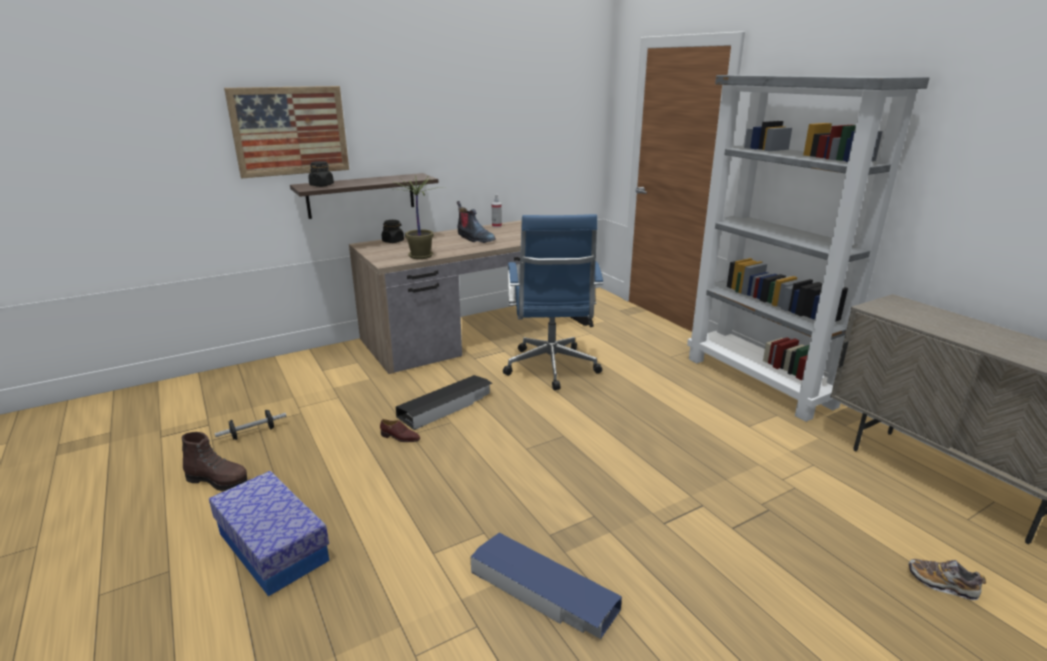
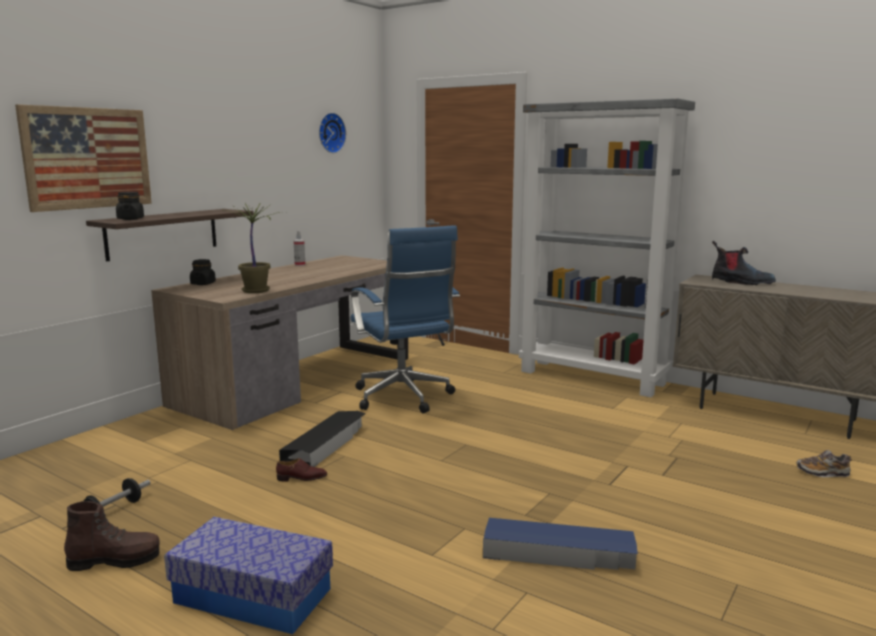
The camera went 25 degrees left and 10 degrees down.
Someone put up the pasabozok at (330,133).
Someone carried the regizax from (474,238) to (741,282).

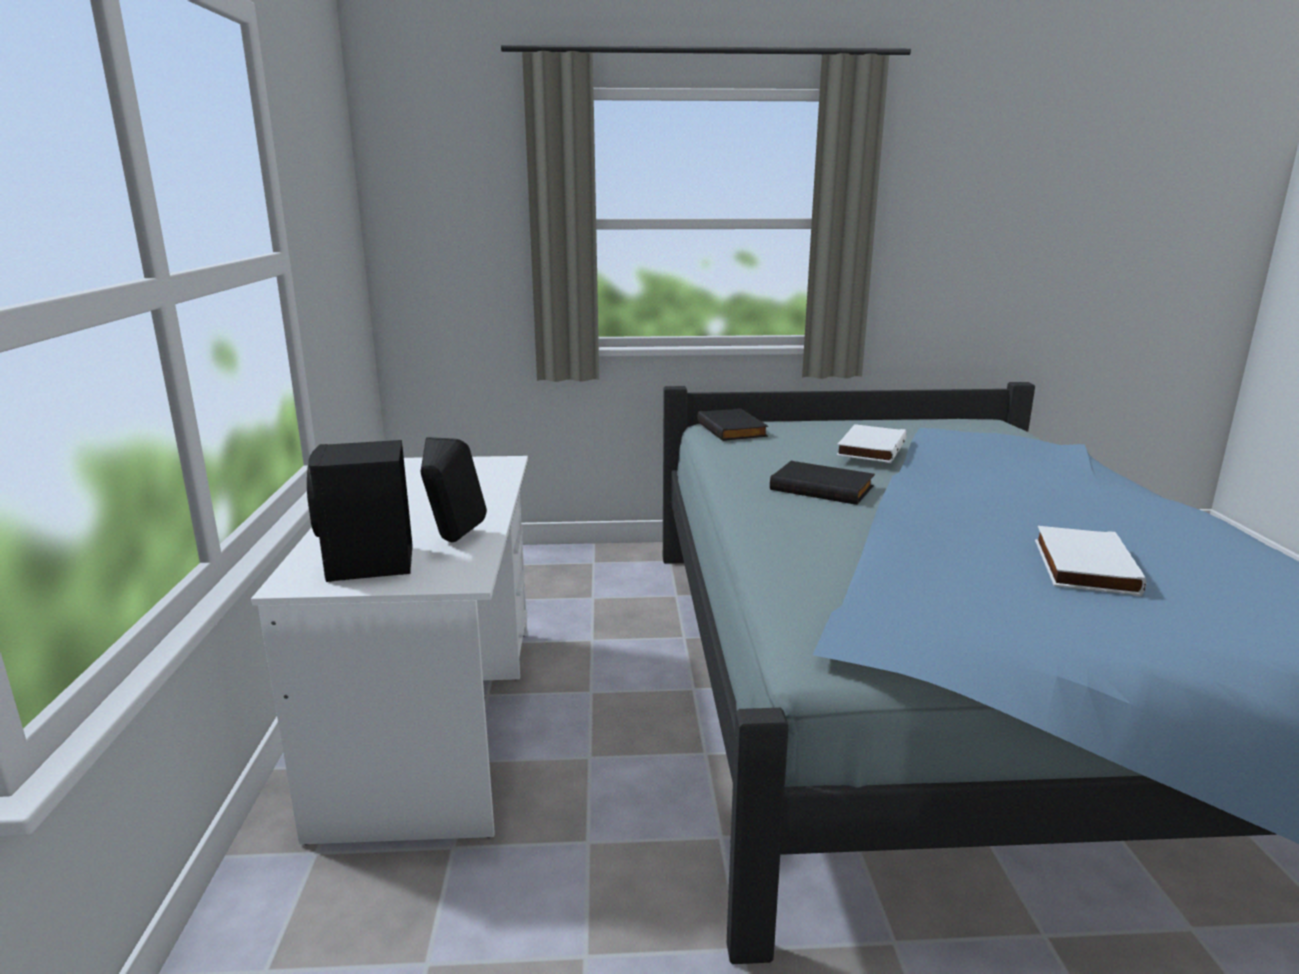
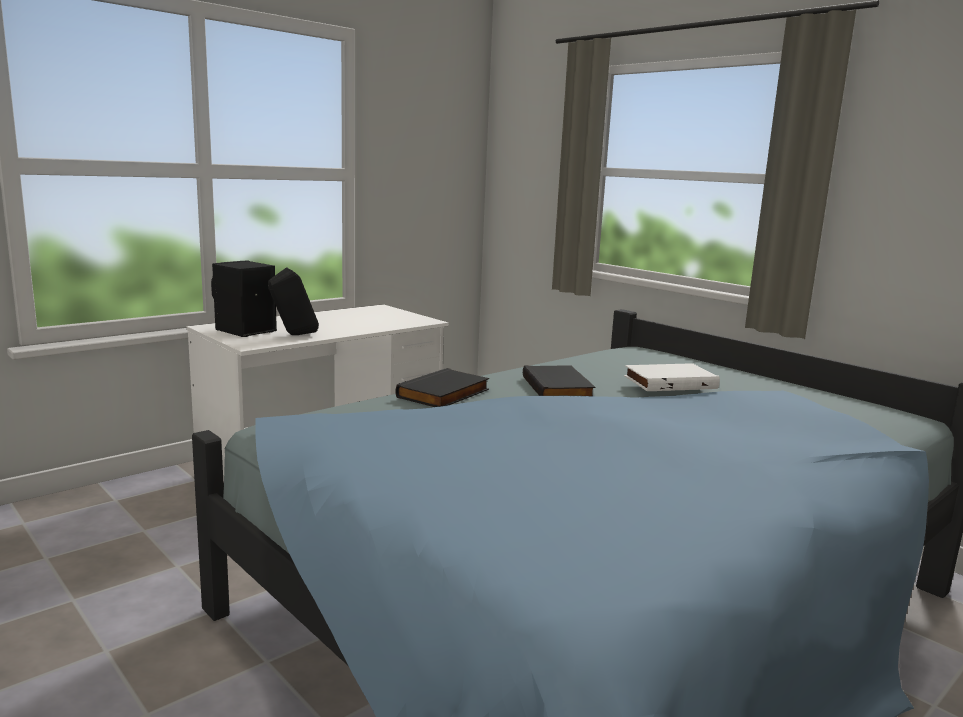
The camera went 50 degrees right and 5 degrees down.
Someone took away the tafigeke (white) at (1081,566).
Someone carried the tafigeke (black) from (733,429) to (444,394).

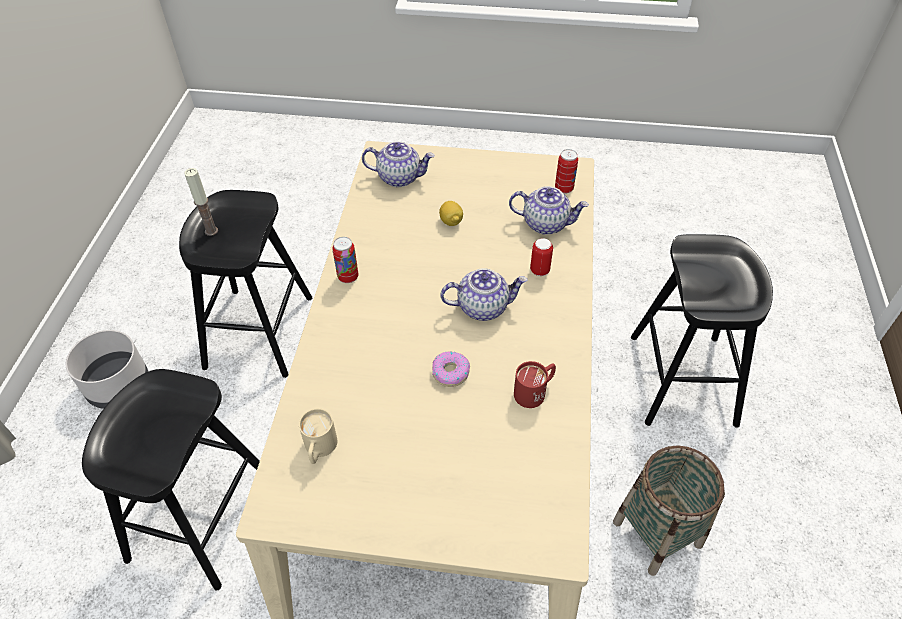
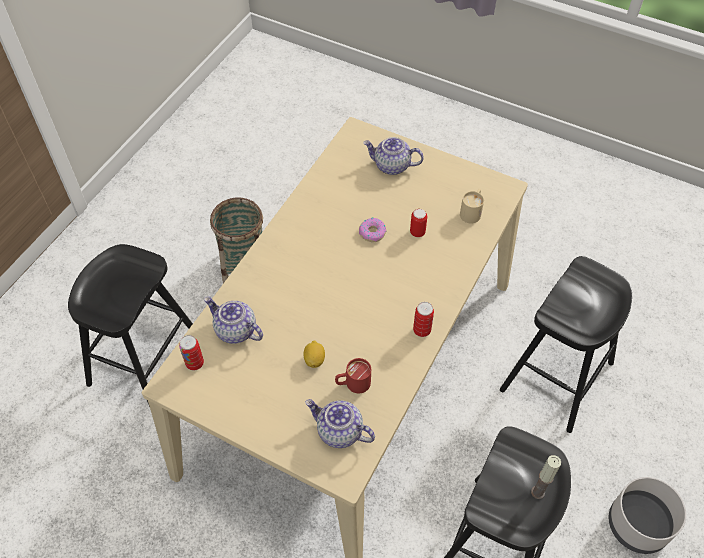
The camera went 160 degrees left and 5 degrees up.
Someone carried the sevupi from (483,306) to (391,166).
Someone carried the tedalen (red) from (535,391) to (353,384).
Someone carried the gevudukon from (539,270) to (417,232).

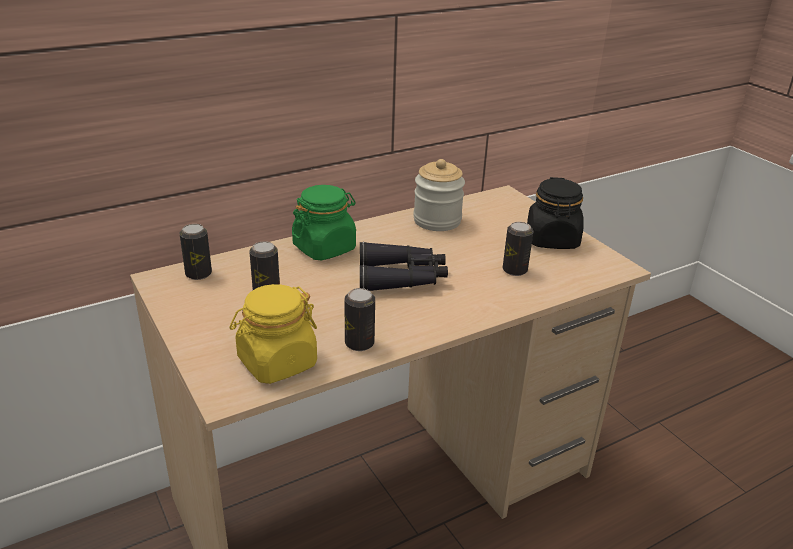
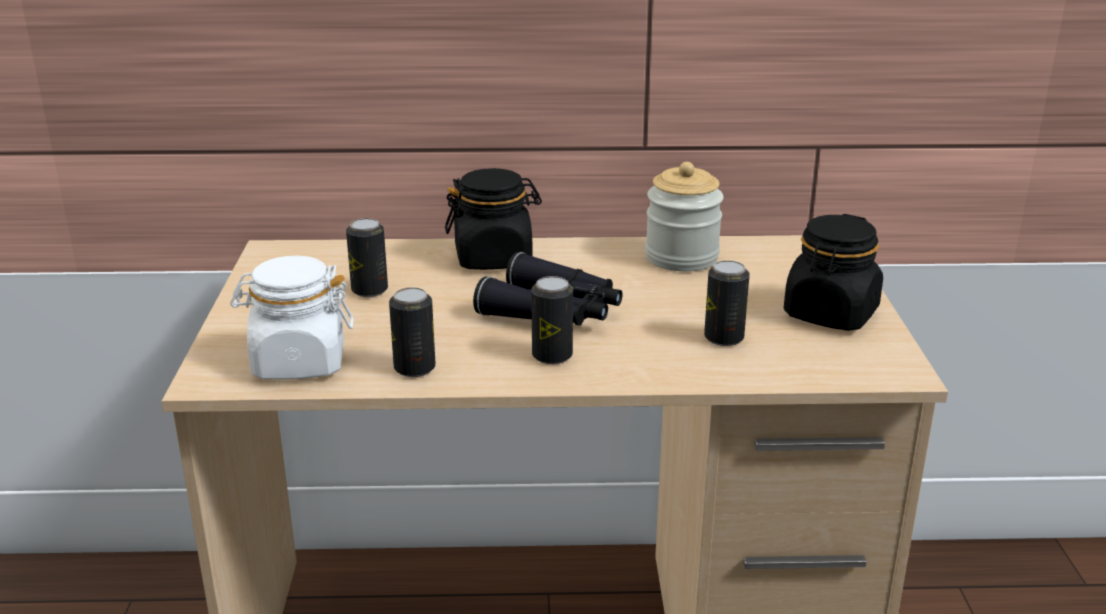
The camera went 30 degrees right and 5 degrees down.
Someone carried the gevudukon from (198,274) to (552,356).
Someone repainted the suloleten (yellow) at (277,362), which became the suloleten (white) at (298,363).
Someone repainted the suloleten (green) at (324,248), which became the suloleten (black) at (494,258).

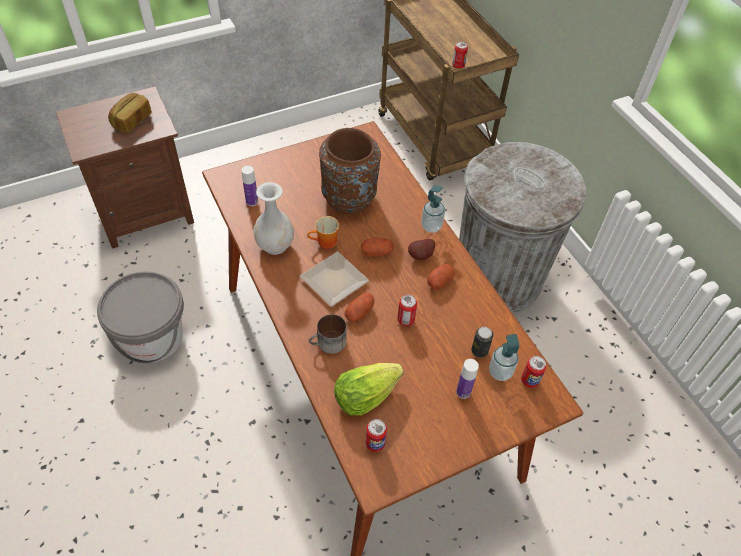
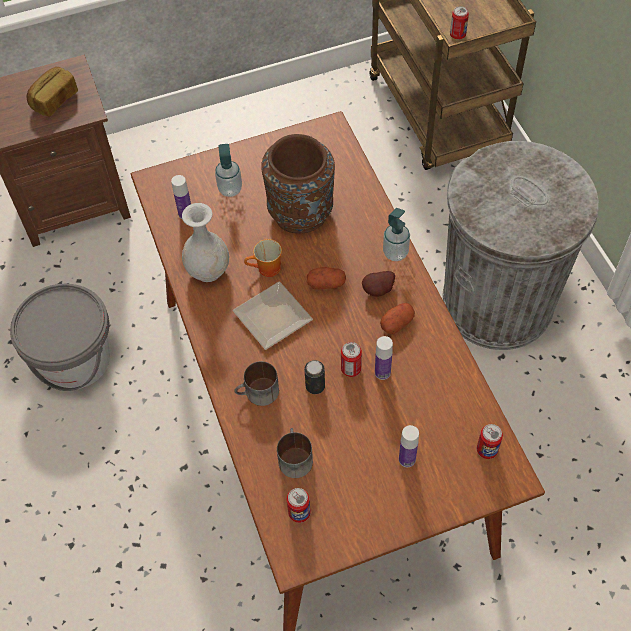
The camera went 10 degrees right and 5 degrees up.
Someone took away the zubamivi at (359,312).
Someone put down the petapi at (382,372).
Someone carried the gevudukon from (479,351) to (315,386).
Someone carried the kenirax from (500,372) to (230,189).
Someone swapped the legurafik at (364,396) for the tedalen at (293,458).

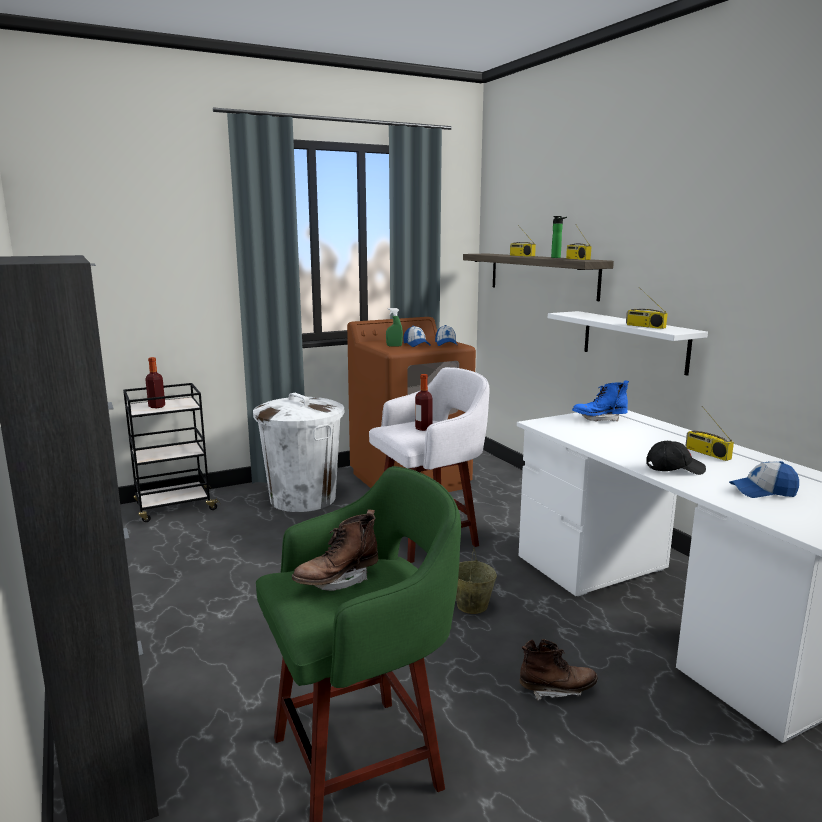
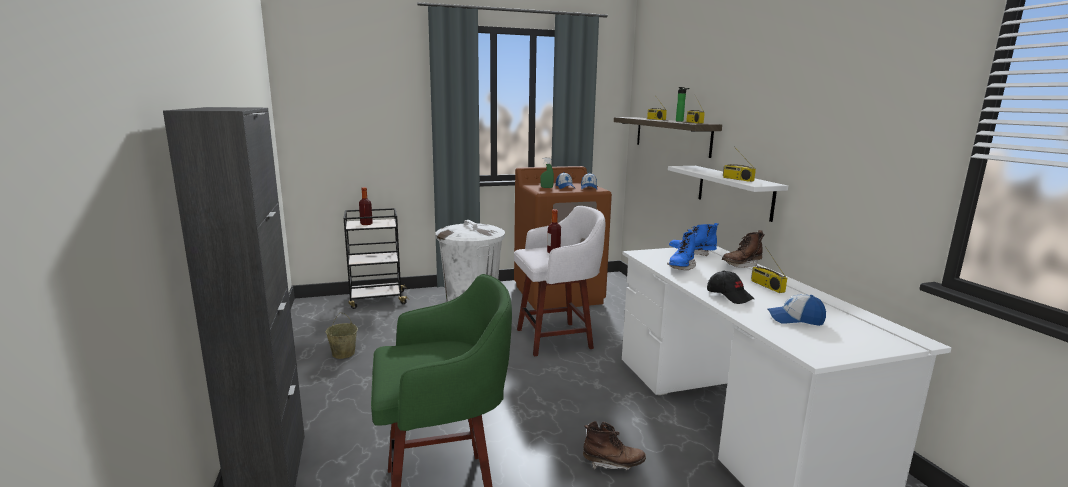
The camera went 10 degrees right and 0 degrees up.
Someone put down the regizax (blue) at (681,267).
Someone carried the regizax (brown) from (337,580) to (741,265).
Someone carried the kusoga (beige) from (471,605) to (343,353).
Someone rotated the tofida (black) at (674,469) by 45 degrees clockwise.

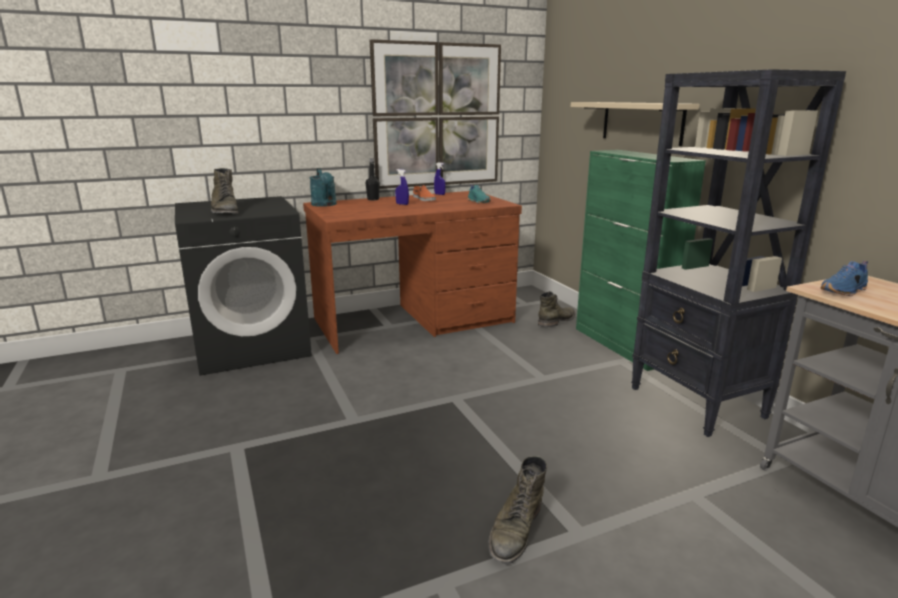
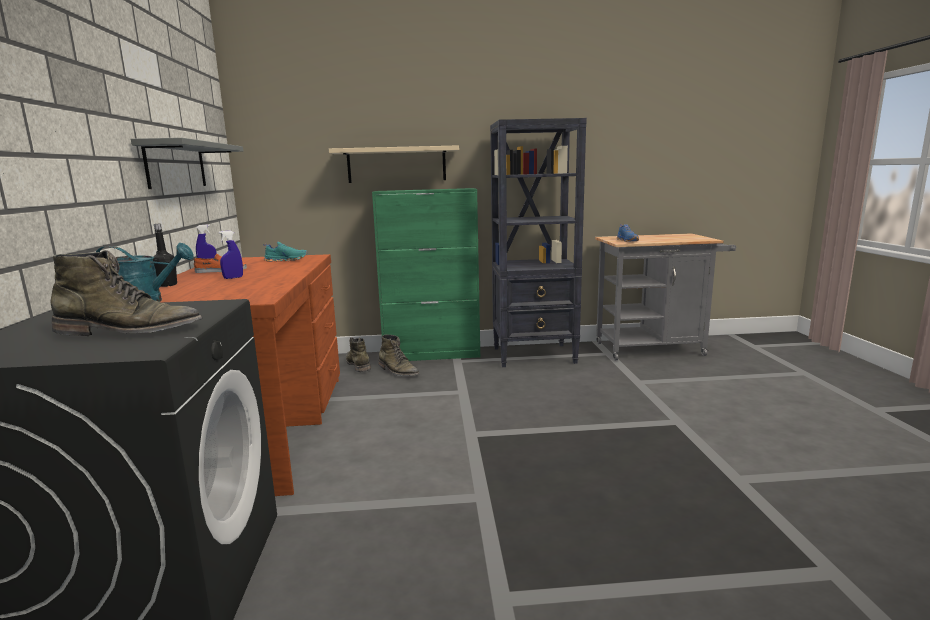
The camera went 70 degrees left and 5 degrees down.
Someone carried the regizax (green) from (516,530) to (398,371).
Someone swapped the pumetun at (437,116) for the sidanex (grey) at (176,165).

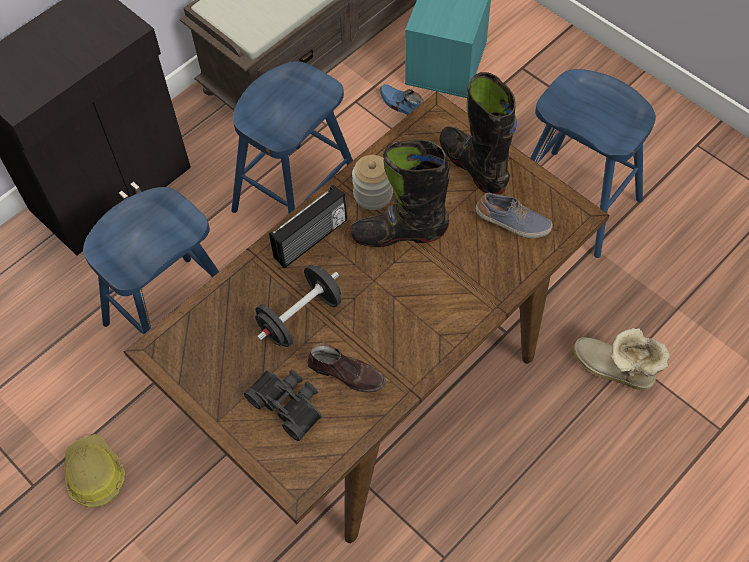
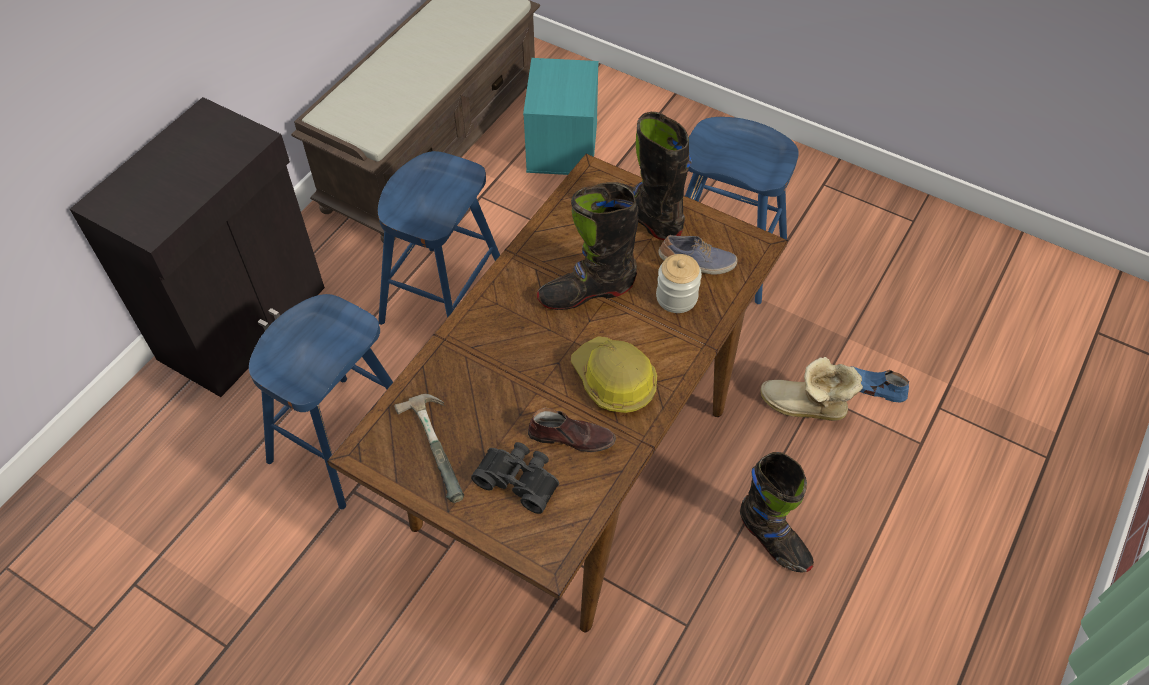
The camera went 15 degrees left and 5 degrees down.
Someone took away the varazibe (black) at (300,317).
Someone took away the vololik at (312,240).
Someone put down the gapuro at (442,446).
Someone put down the regizax (black) at (773,541).
Someone carried the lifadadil from (95,475) to (614,381).
Someone carried the suloleten from (373,194) to (676,297).
Someone carried the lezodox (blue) from (402,105) to (874,387).

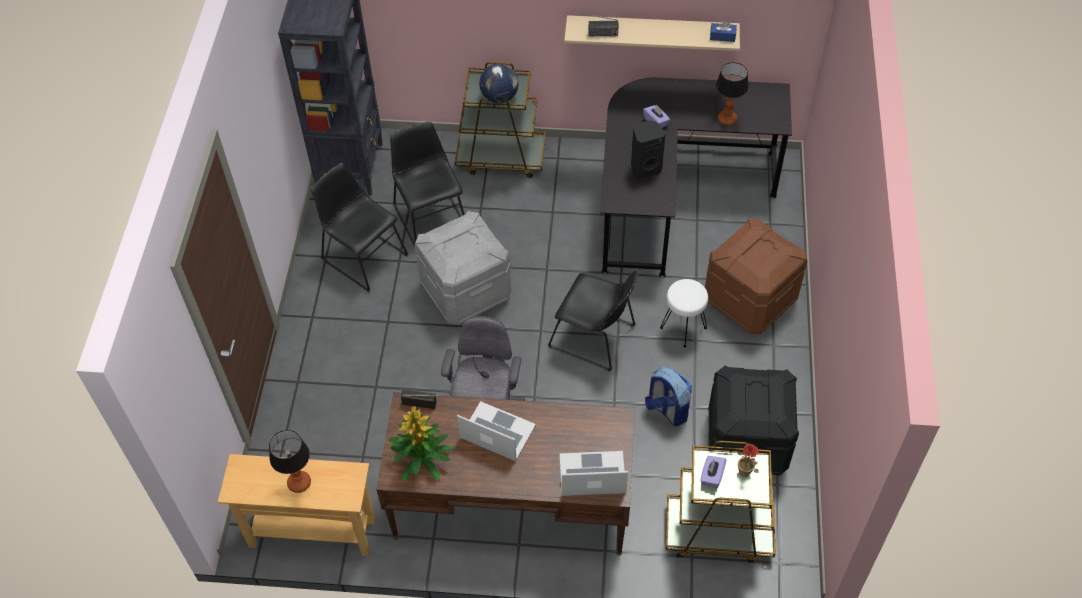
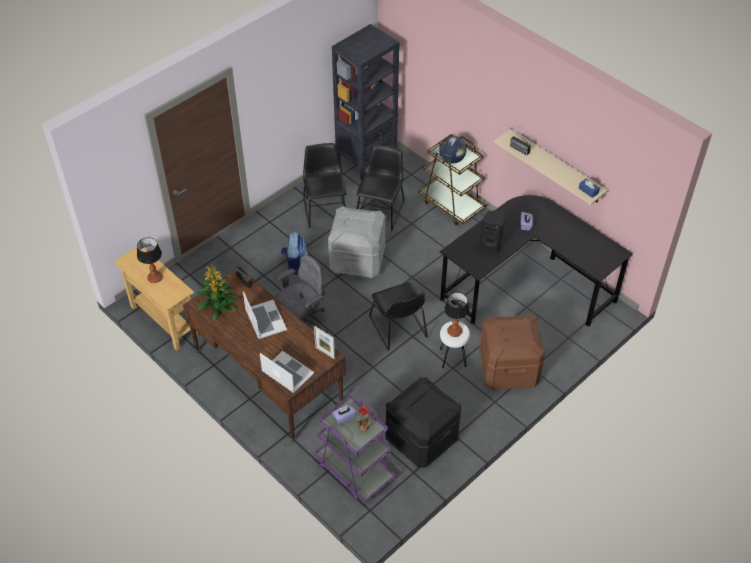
The camera went 40 degrees right and 5 degrees down.
Someone put down the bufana at (325,353).
Someone carried the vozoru from (667,409) to (295,264).
Someone carried the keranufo from (727,119) to (454,331).
Someone repainted the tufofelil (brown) at (718,532), which became the tufofelil (purple) at (354,470).

